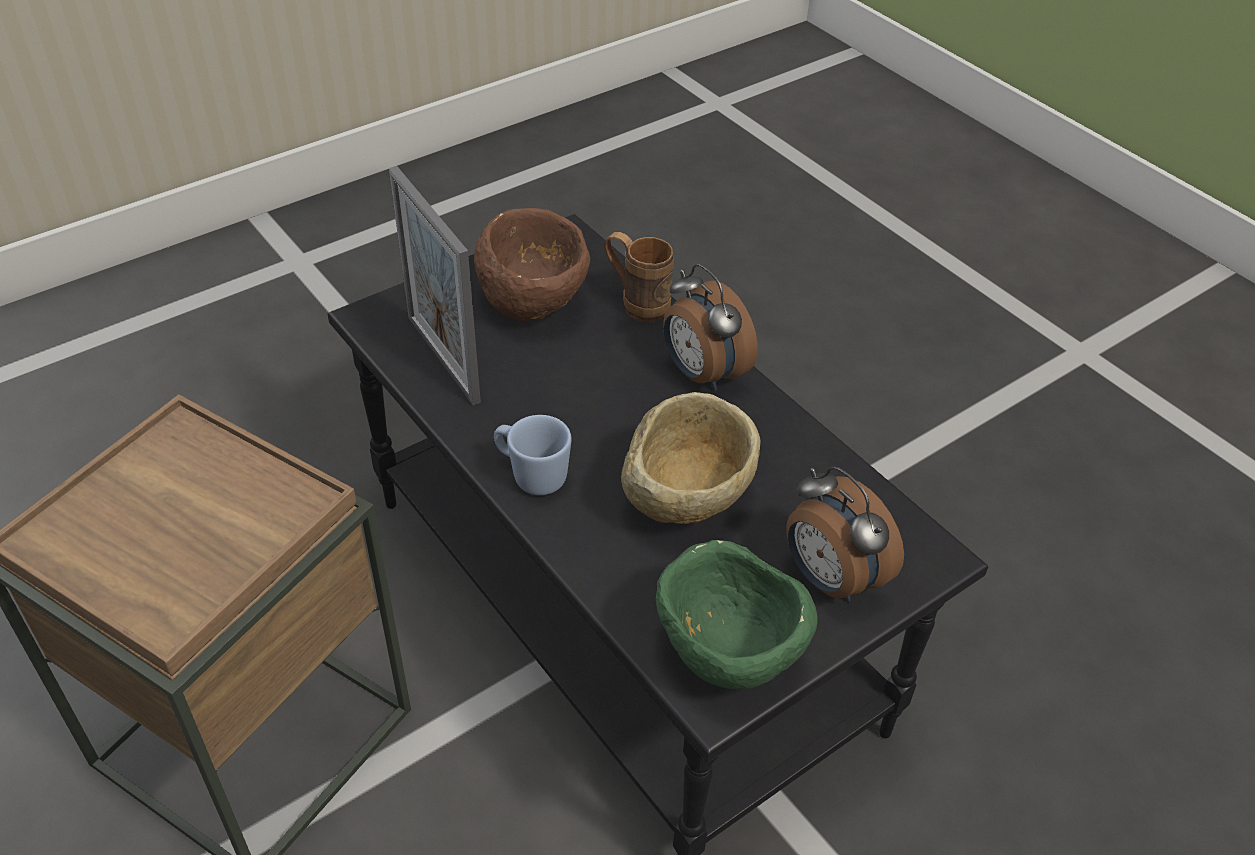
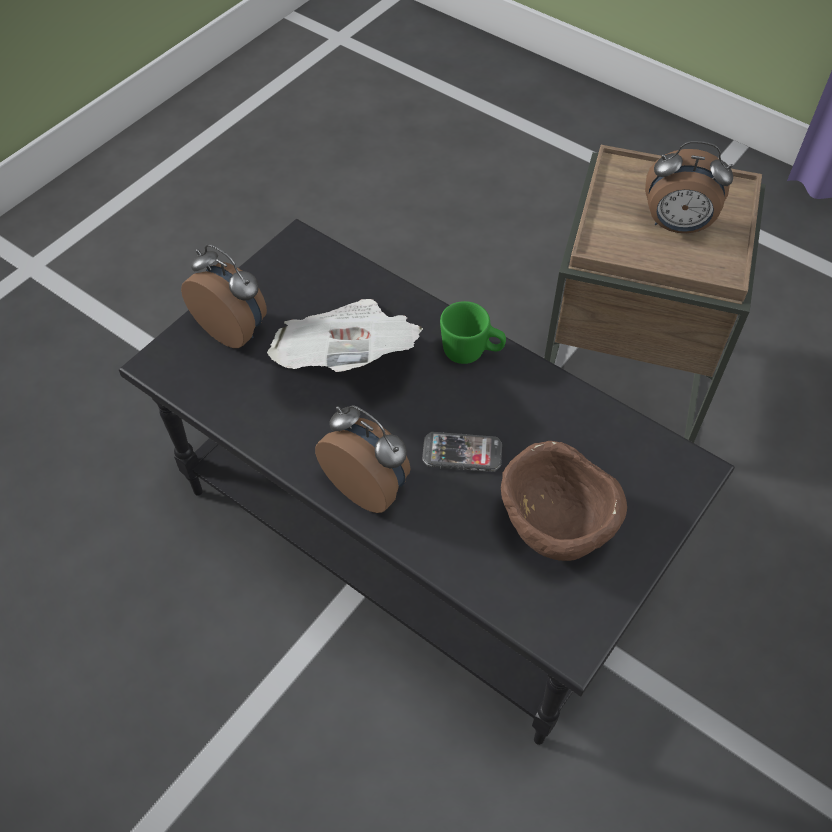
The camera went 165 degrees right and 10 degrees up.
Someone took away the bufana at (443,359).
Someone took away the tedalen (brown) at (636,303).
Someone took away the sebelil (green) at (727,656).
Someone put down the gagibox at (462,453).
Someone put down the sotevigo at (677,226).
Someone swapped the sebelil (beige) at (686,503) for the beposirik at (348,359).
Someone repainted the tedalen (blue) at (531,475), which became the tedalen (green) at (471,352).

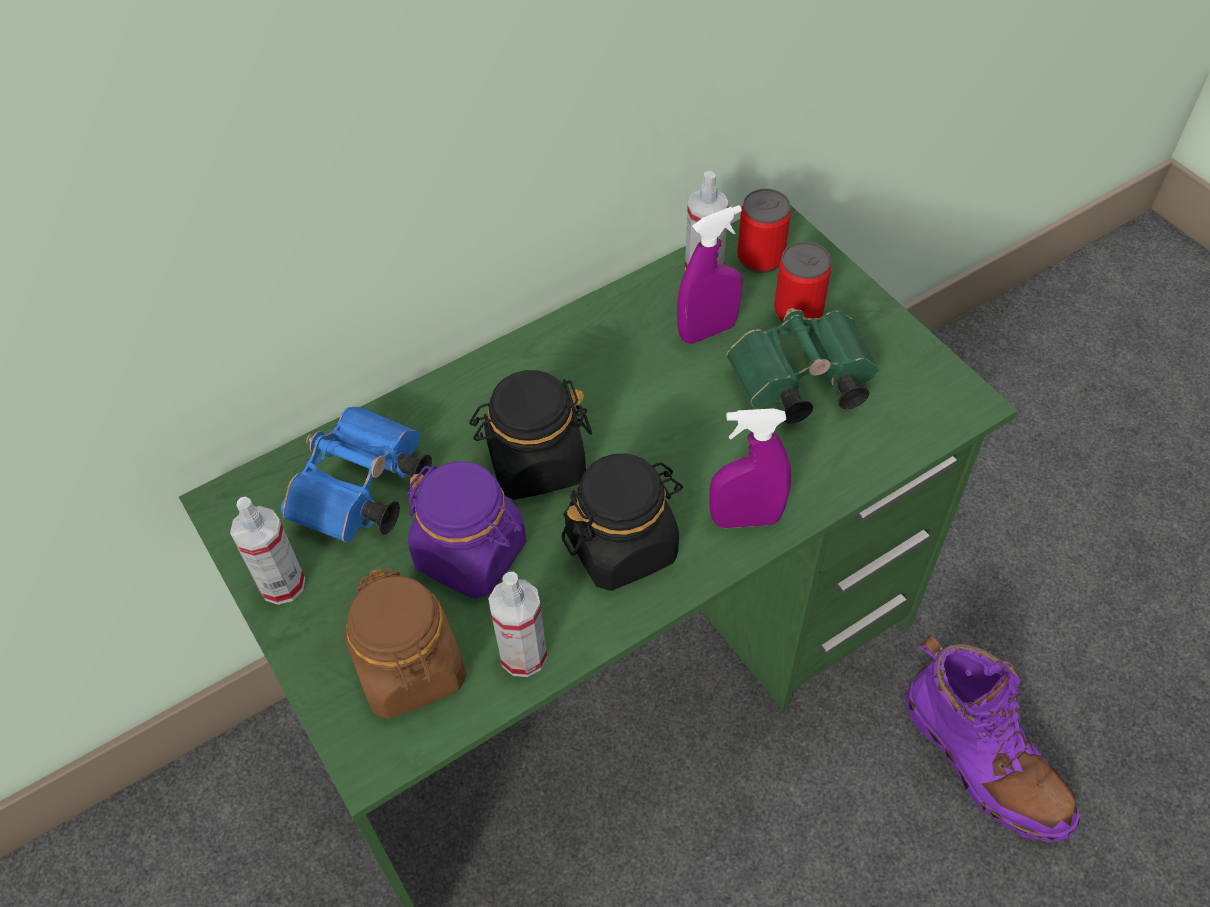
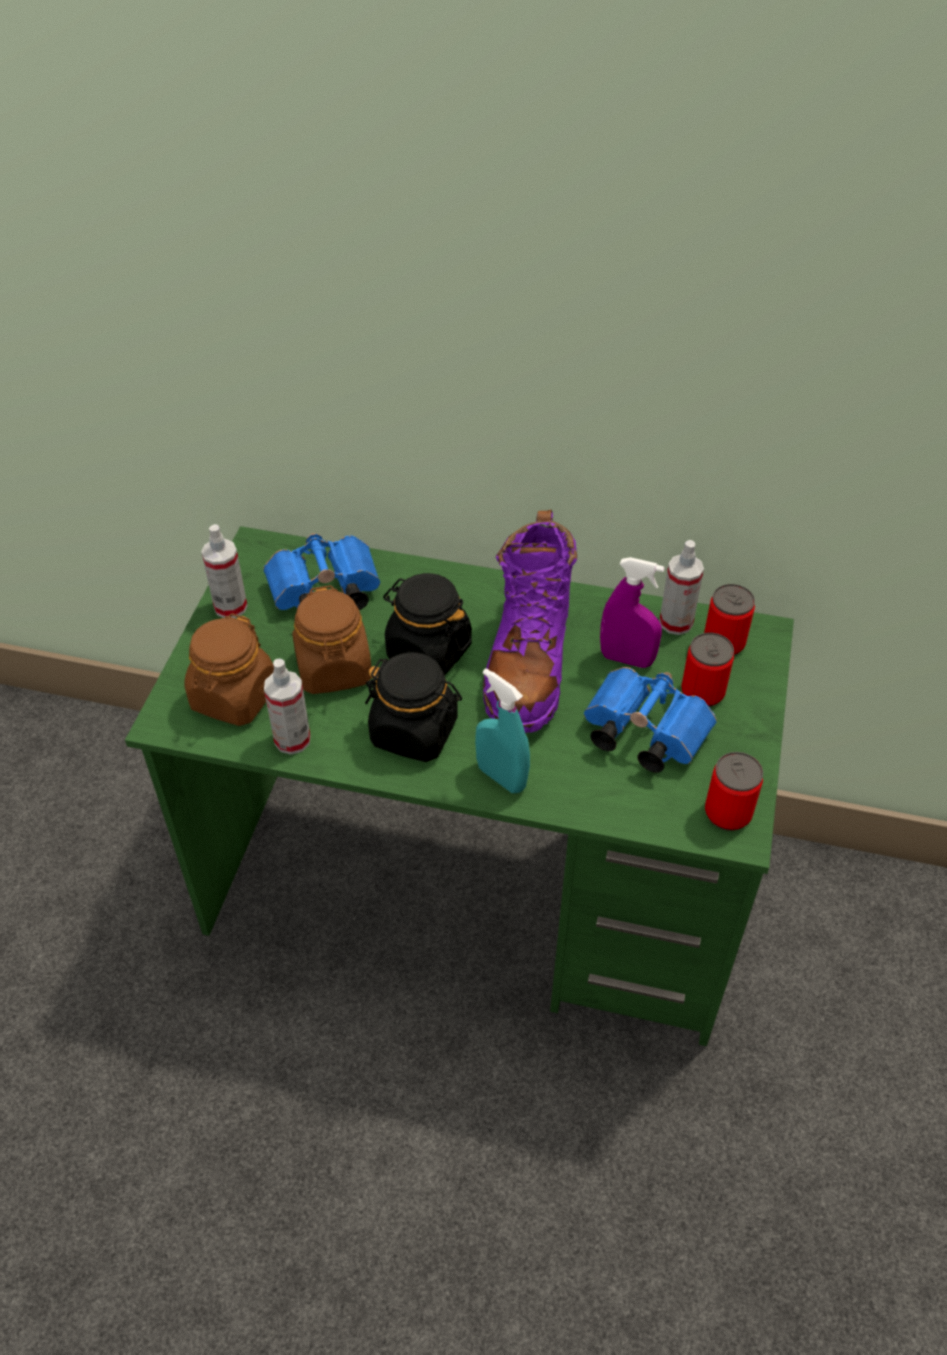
The camera went 45 degrees right and 5 degrees down.
Someone put down the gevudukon at (728,813).
Someone carried the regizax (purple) from (983,761) to (528,662).
Someone repainted the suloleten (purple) at (471,554), which became the suloleten (brown) at (334,669).
Someone repainted the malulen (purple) at (745,519), which became the malulen (turquoise) at (501,777).
Someone repainted the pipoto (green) at (798,384), which became the pipoto (blue) at (641,733).

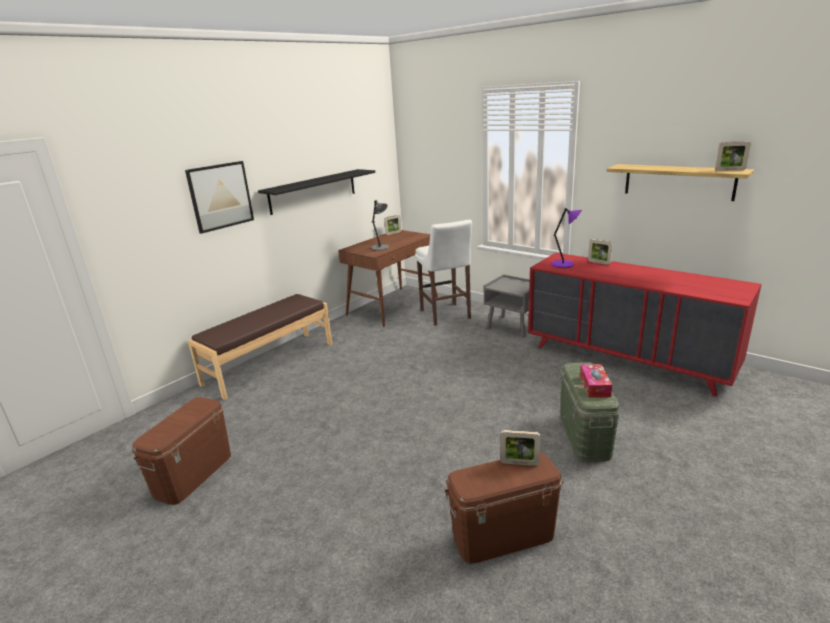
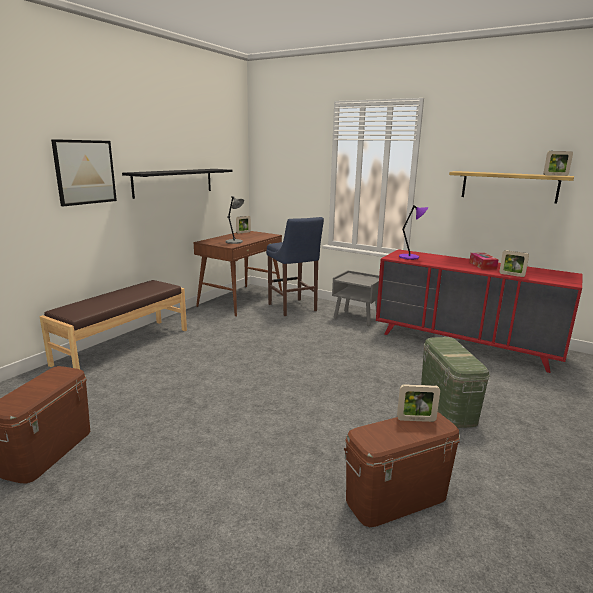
The camera went 10 degrees left and 5 degrees down.
Someone carried the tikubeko from (594,386) to (482,265).
Someone carried the bufana from (599,262) to (511,275).
Someone repainted the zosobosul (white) at (446,315), which became the zosobosul (blue) at (293,308).

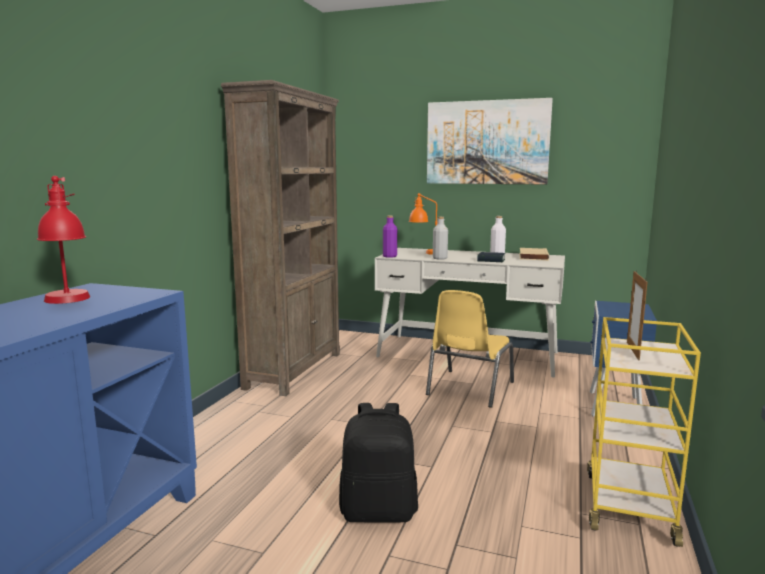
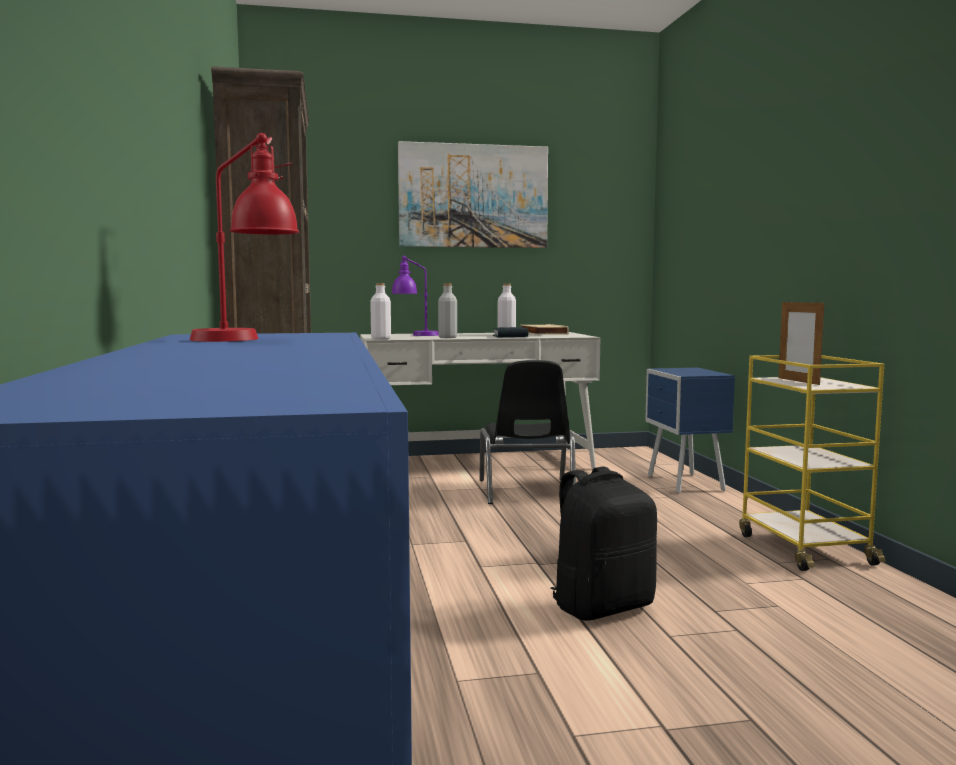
The camera went 30 degrees left and 5 degrees down.
Someone repainted the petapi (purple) at (389,256), which became the petapi (white) at (381,338).
Someone repainted the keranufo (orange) at (426,253), which became the keranufo (purple) at (415,335).
Someone repainted the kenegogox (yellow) at (468,389), which became the kenegogox (black) at (526,492).

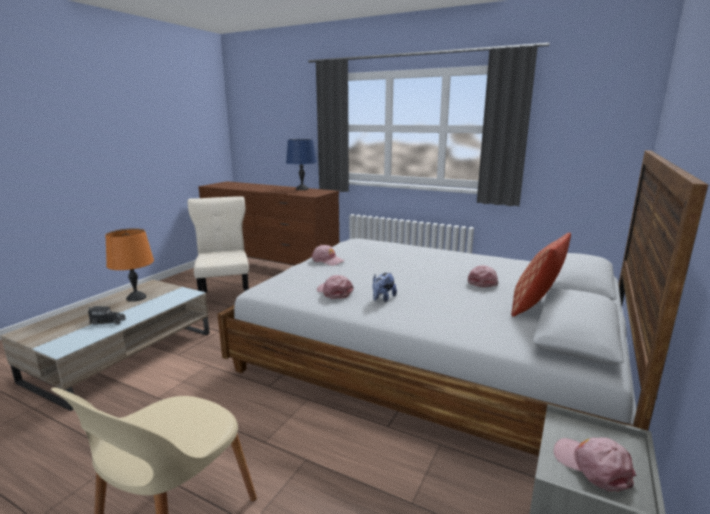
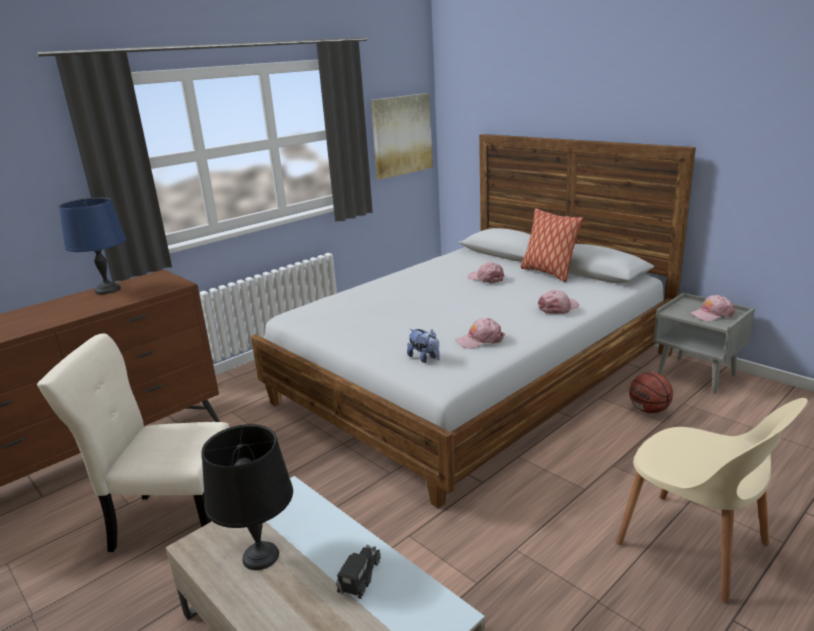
The camera went 70 degrees left and 5 degrees up.
Someone put up the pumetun at (401,135).
Someone put down the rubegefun at (649,410).
Someone carried the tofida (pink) from (327,260) to (558,308).
Someone carried the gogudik from (382,299) to (425,358).
Someone repainted the keranufo (orange) at (136,297), which became the keranufo (black) at (260,557).

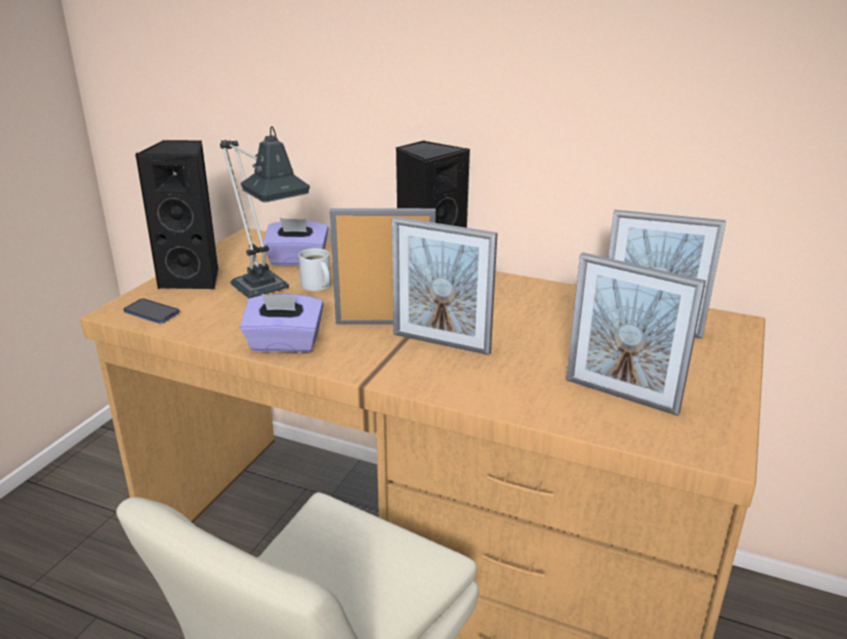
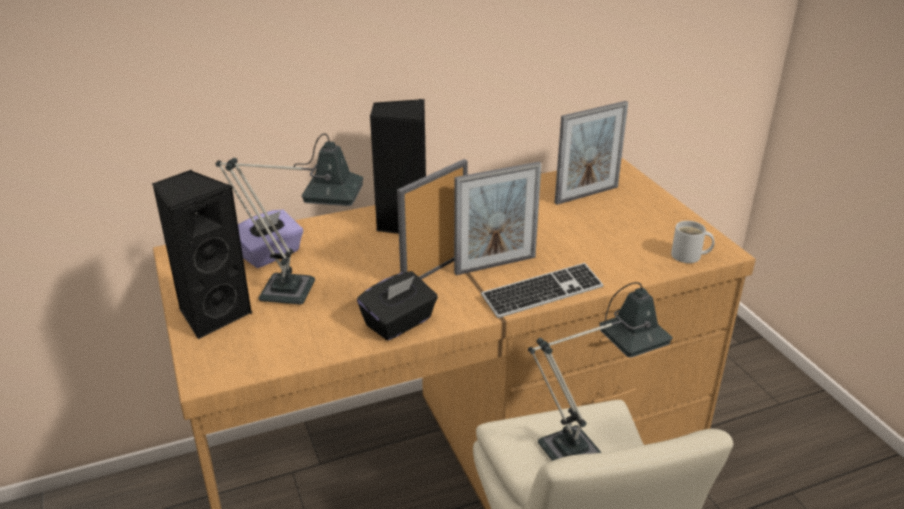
The camera went 45 degrees left and 5 degrees up.
Someone took away the gagibox at (151,312).
Someone took away the bufana at (621,396).
Someone put down the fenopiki at (542,293).
Someone put down the keranufo at (582,446).
Someone carried the tedalen (white) from (316,286) to (689,256).
Someone repainted the tikubeko (purple) at (284,344), which became the tikubeko (black) at (399,323).

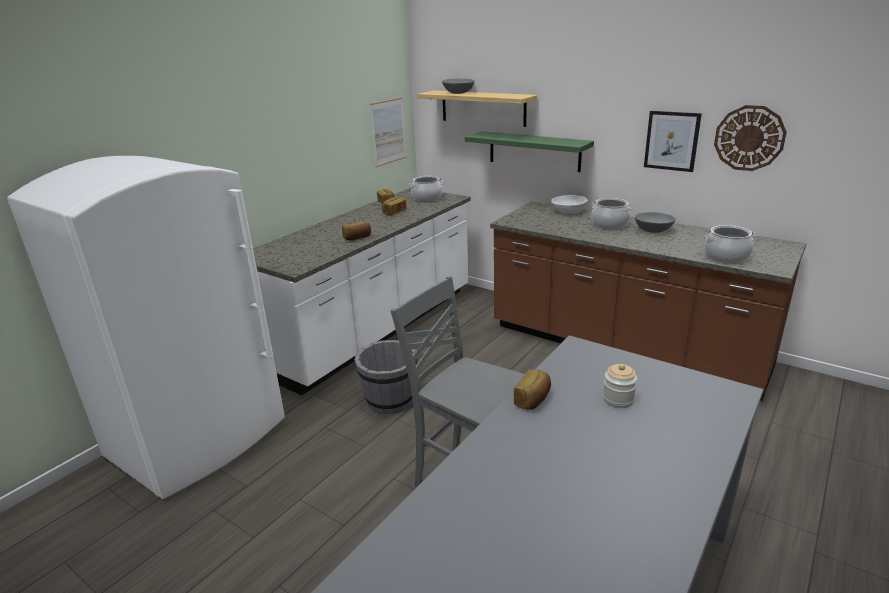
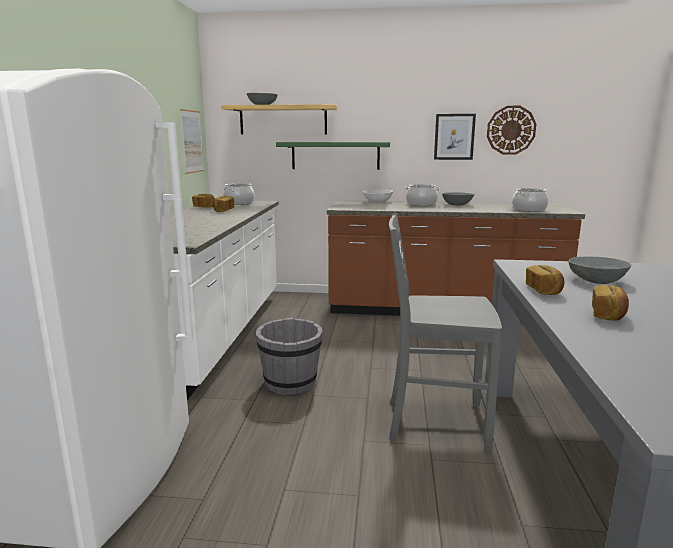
The camera went 30 degrees left and 10 degrees down.
Someone carried the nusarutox from (357,238) to (608,315).
Someone swapped the suloleten at (618,399) for the sebelil (grey) at (597,281).

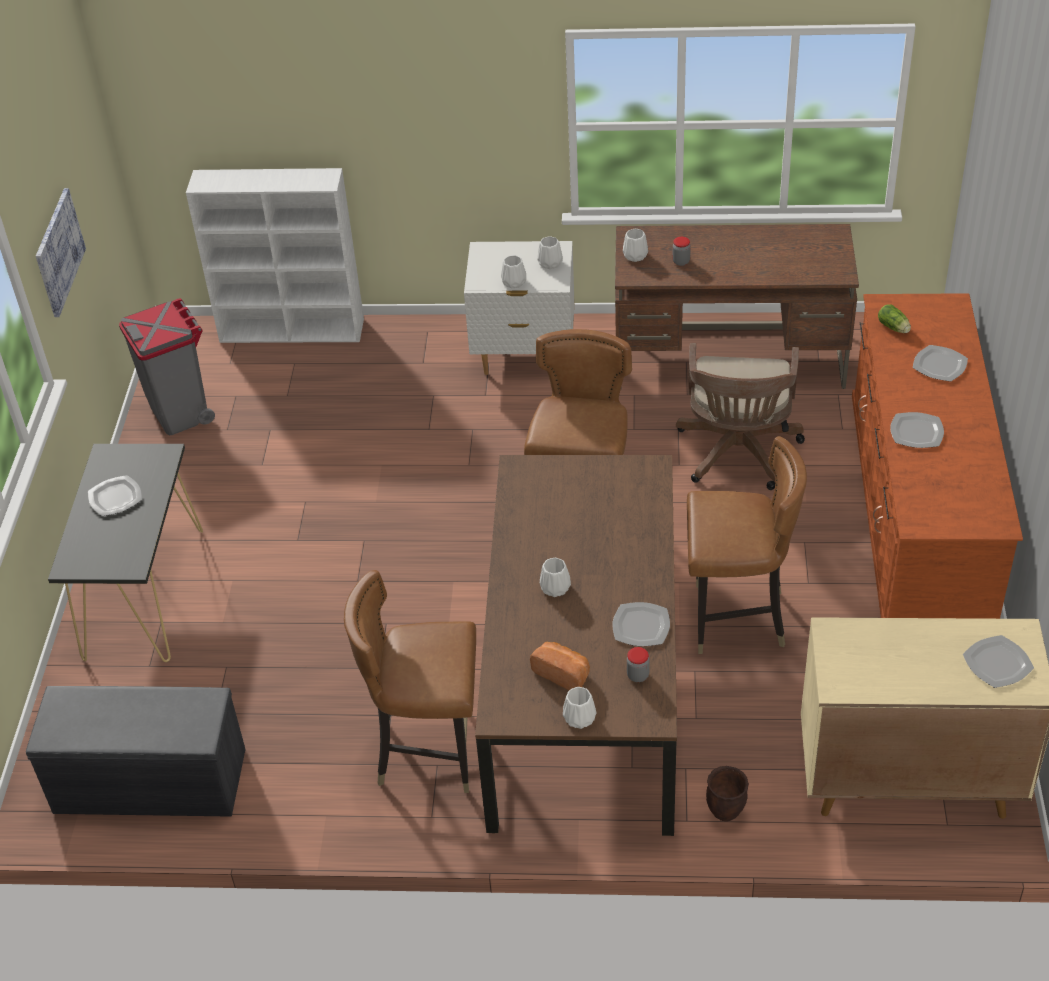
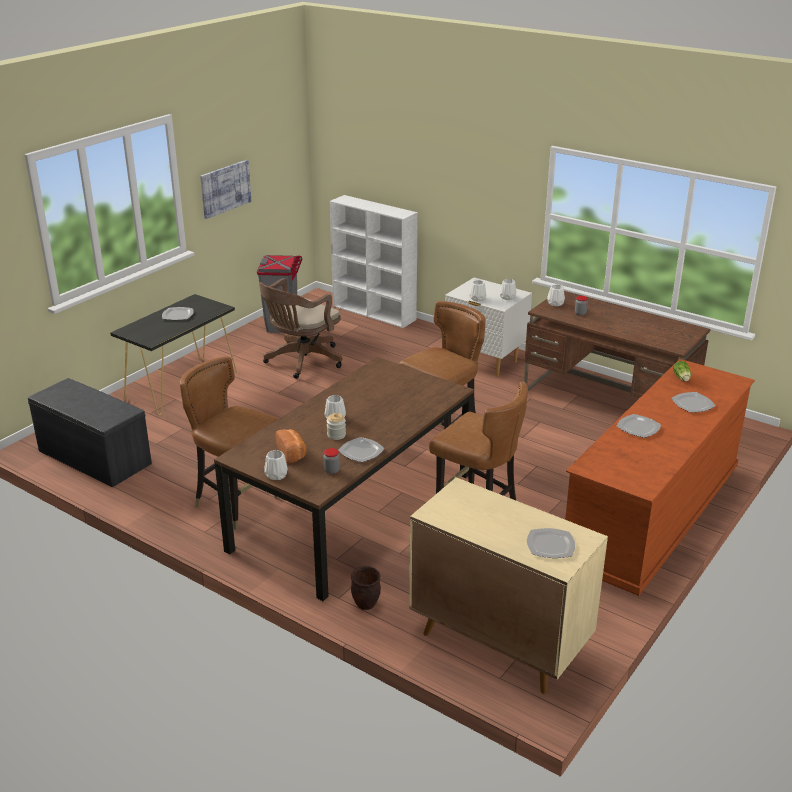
The camera went 30 degrees right and 15 degrees down.
Someone put down the suloleten at (336,435).
Someone carried the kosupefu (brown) from (738,455) to (301,361).

